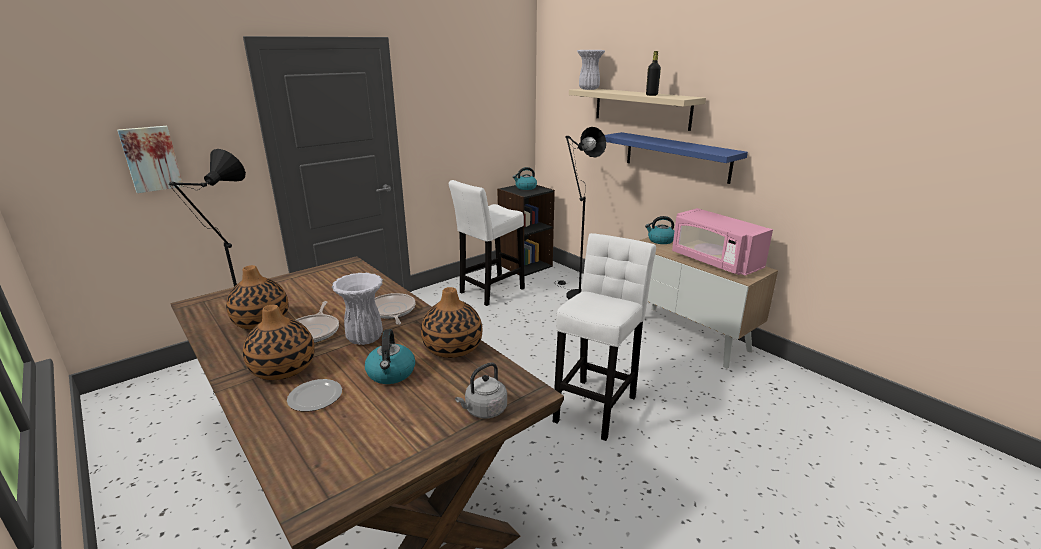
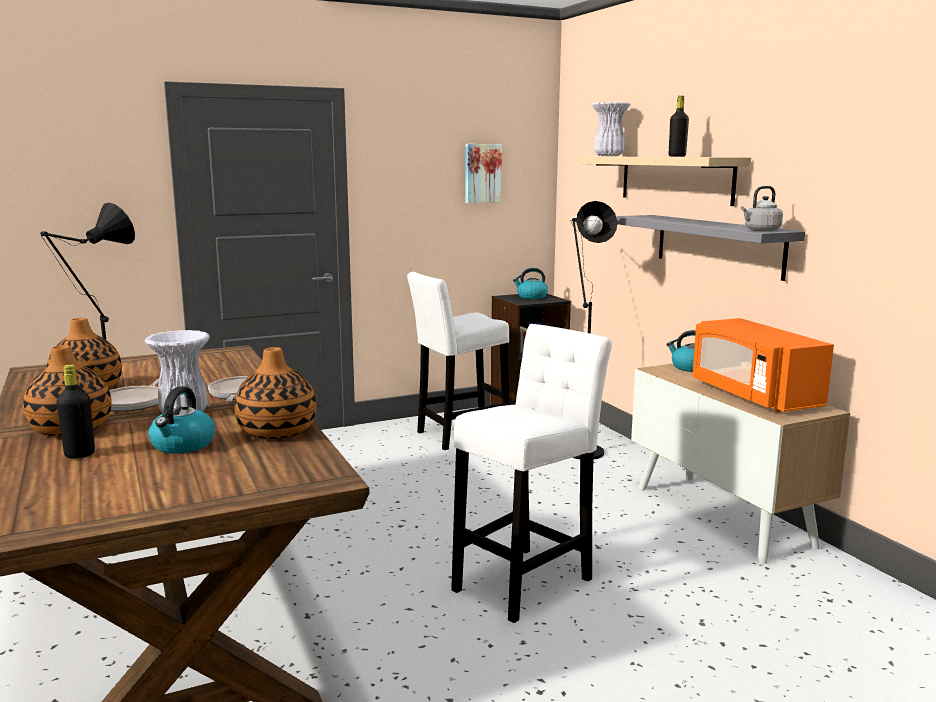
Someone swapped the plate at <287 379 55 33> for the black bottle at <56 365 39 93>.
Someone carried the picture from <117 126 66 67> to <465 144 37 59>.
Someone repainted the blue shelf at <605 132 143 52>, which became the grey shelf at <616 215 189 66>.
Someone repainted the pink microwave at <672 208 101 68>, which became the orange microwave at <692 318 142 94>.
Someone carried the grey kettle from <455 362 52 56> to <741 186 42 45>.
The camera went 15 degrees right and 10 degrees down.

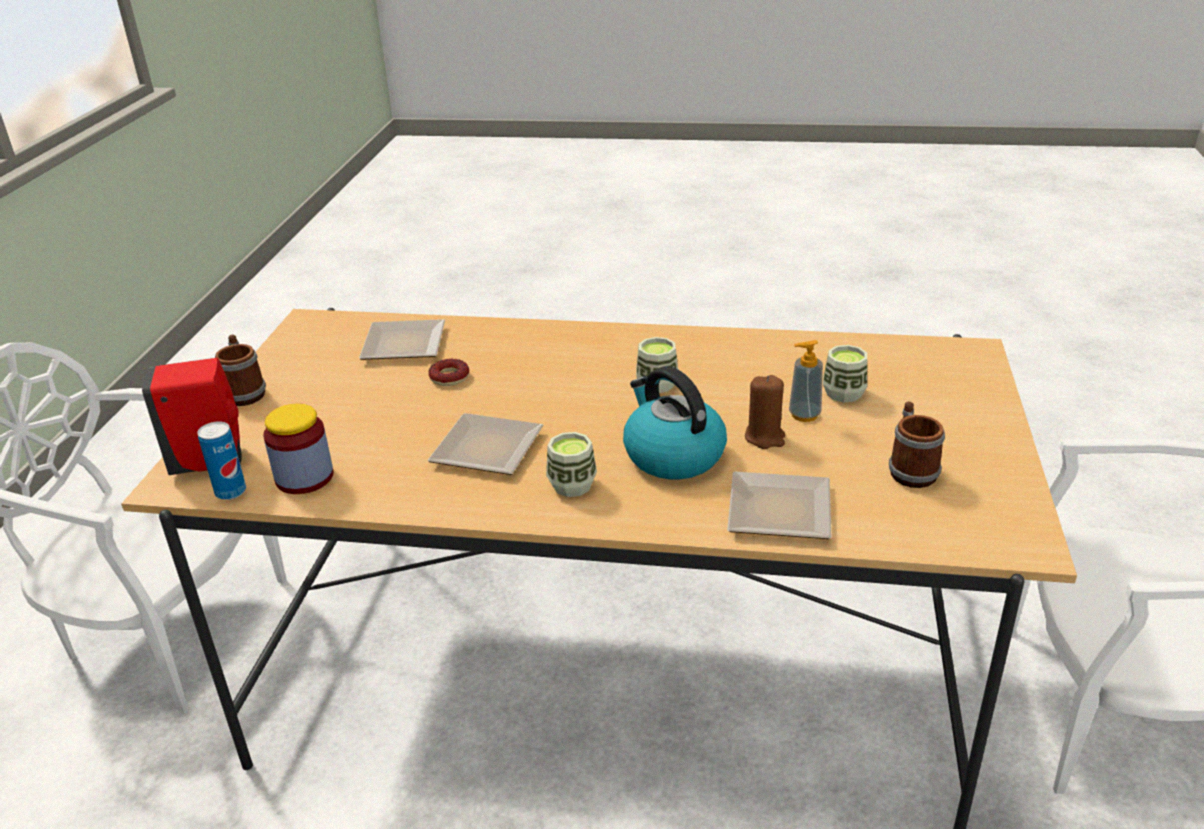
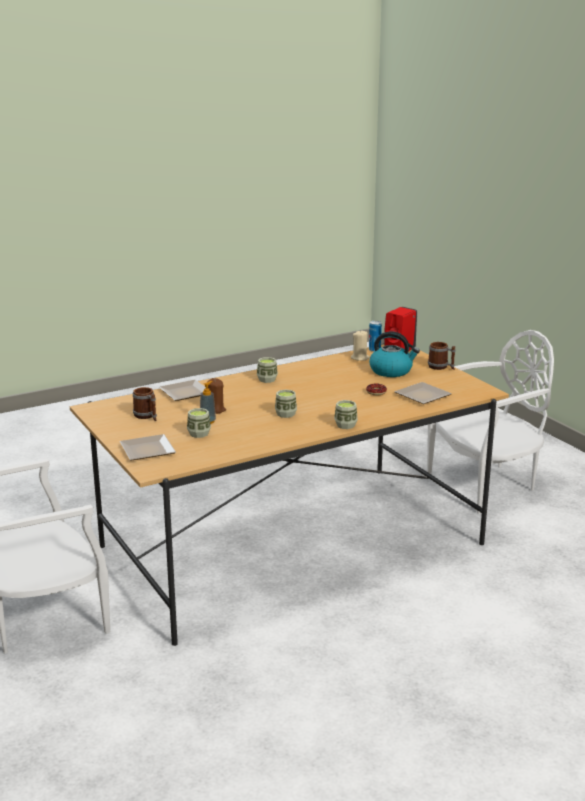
Someone carried the plate from <428 413 115 62> to <120 434 56 26>.
Someone put down the cup at <334 400 24 29>.
Someone swapped the jar at <263 404 71 90> for the beige candle at <351 330 19 31>.
Someone carried the kettle from <623 366 104 113> to <369 331 51 46>.
The camera went 140 degrees right and 10 degrees down.

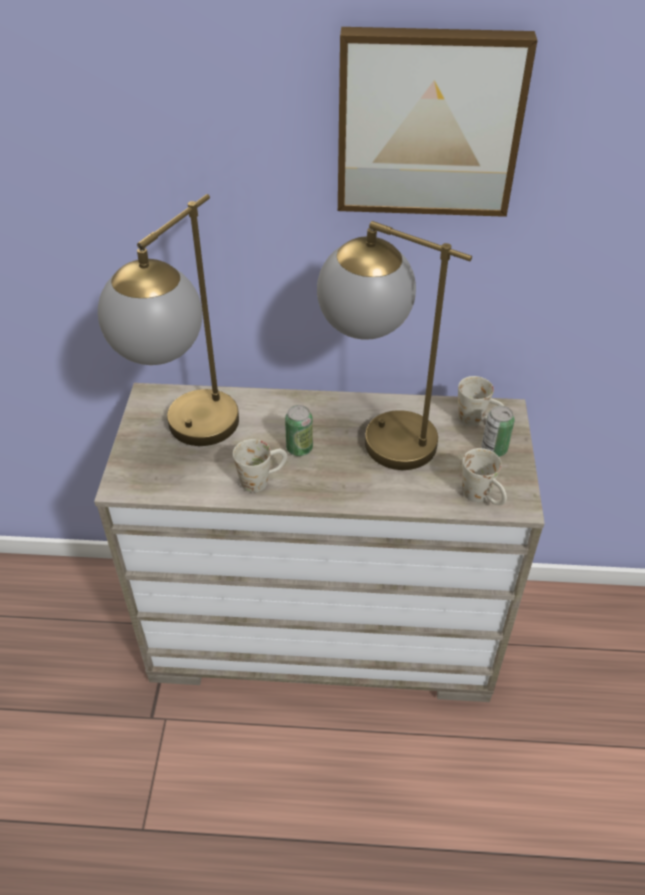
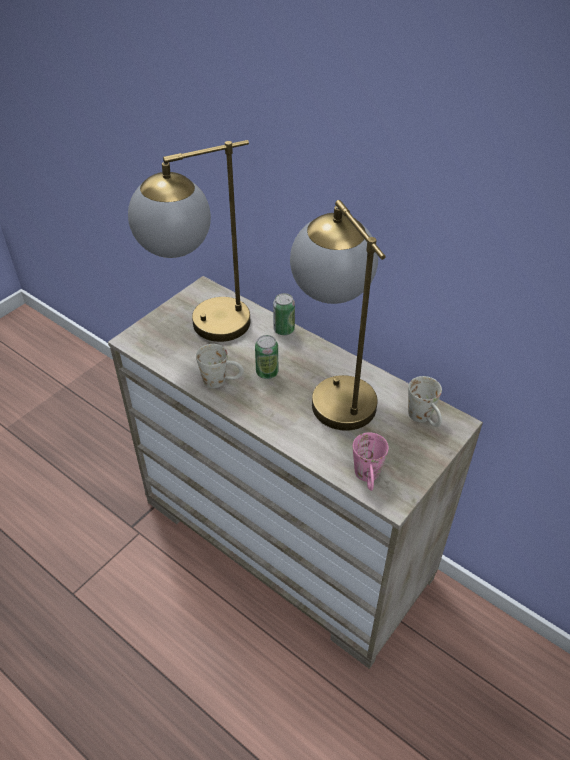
Someone carried the can from <481 406 34 51> to <273 293 22 42>.
Someone repainted the white mug at <462 448 45 57>, which became the pink mug at <353 432 36 59>.
Someone took away the picture at <338 27 200 190>.
The camera went 35 degrees right and 0 degrees up.

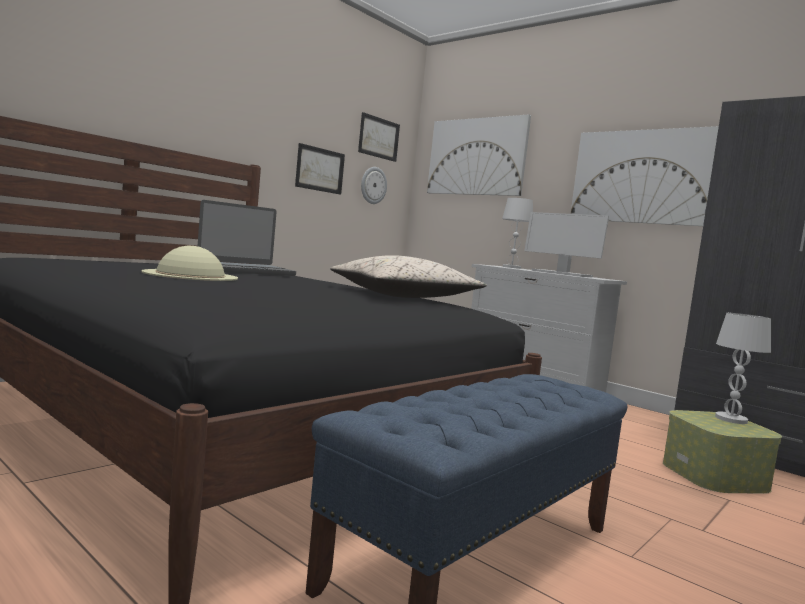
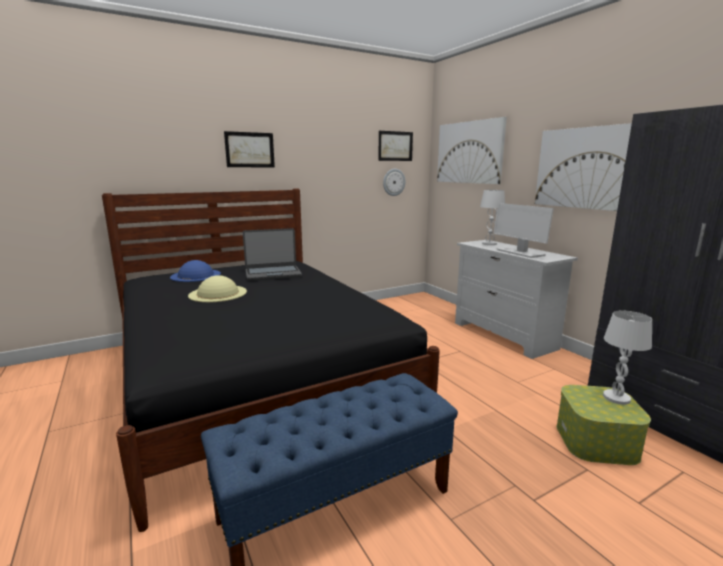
Someone put down the blue hat at <170 260 51 22>.
Someone carried the picture from <295 143 50 52> to <224 131 51 36>.
Someone took away the beige pillow at <330 255 157 43>.
The camera went 20 degrees right and 10 degrees up.

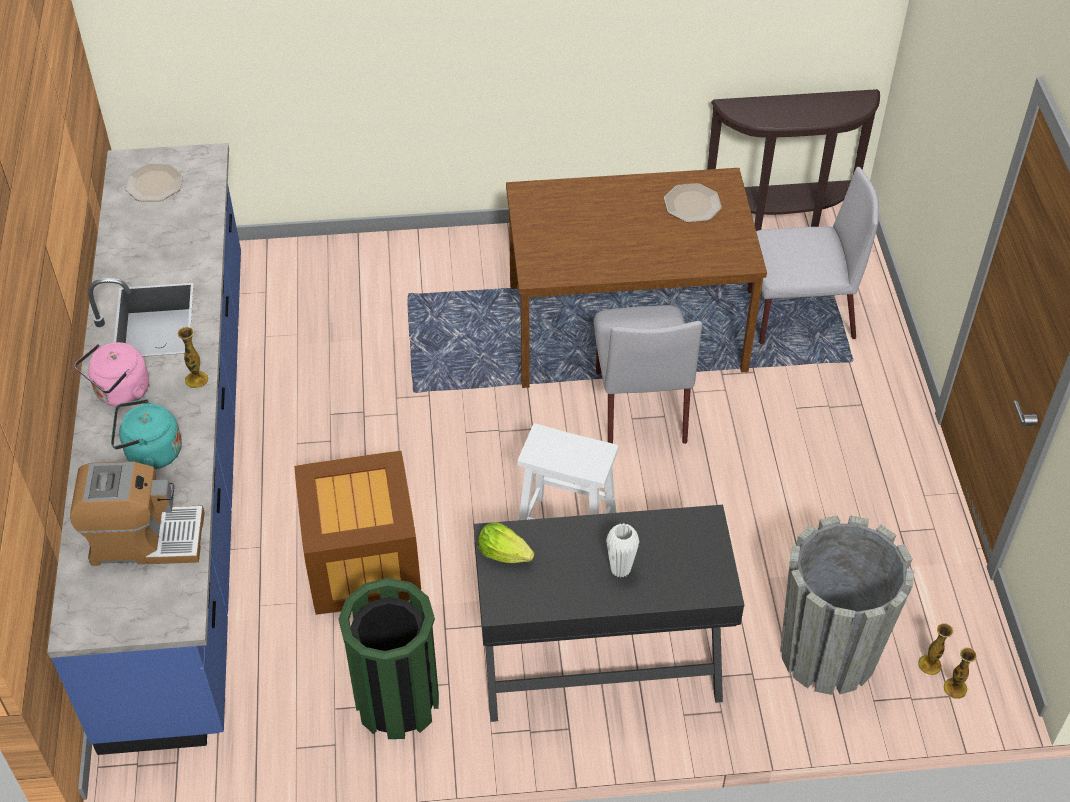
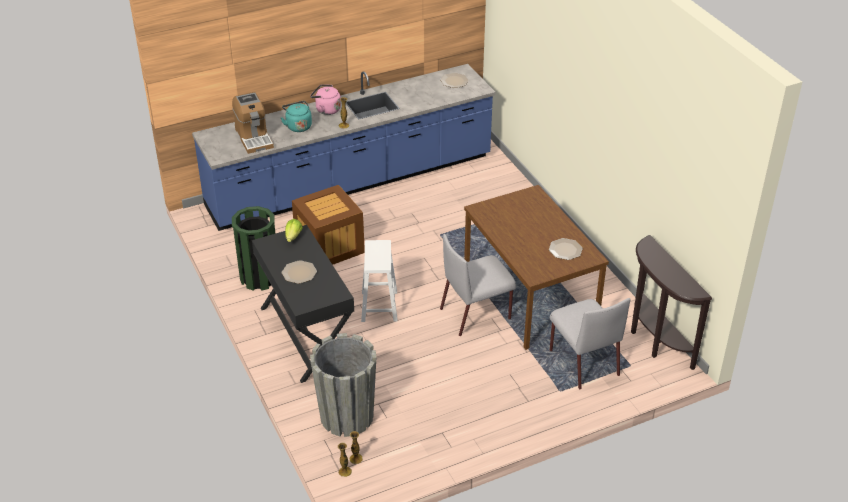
Someone swapped the white vase at <606 523 33 55> for the plate at <282 260 35 24>.
The camera went 70 degrees right and 10 degrees down.

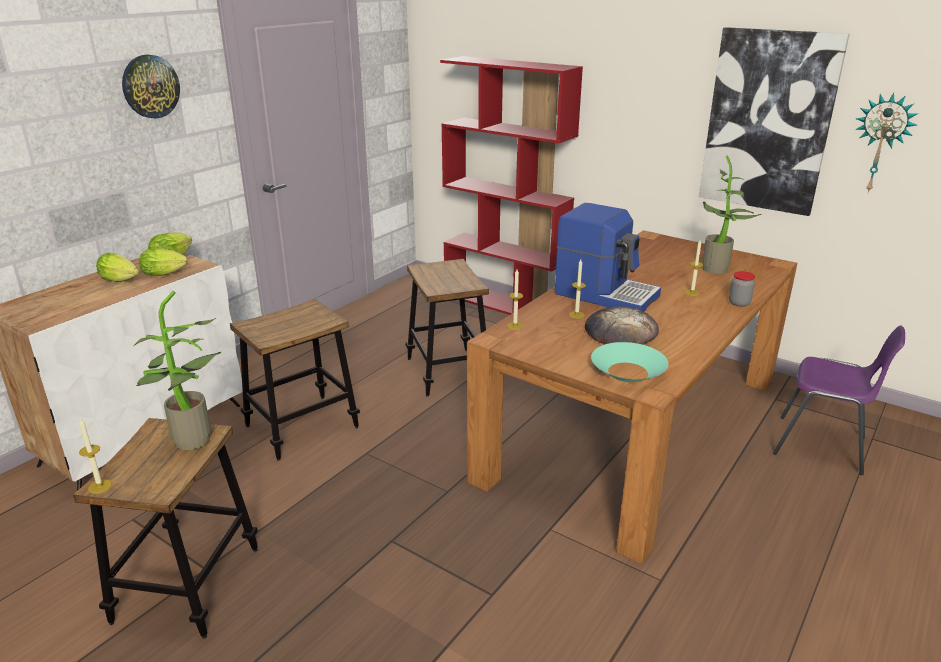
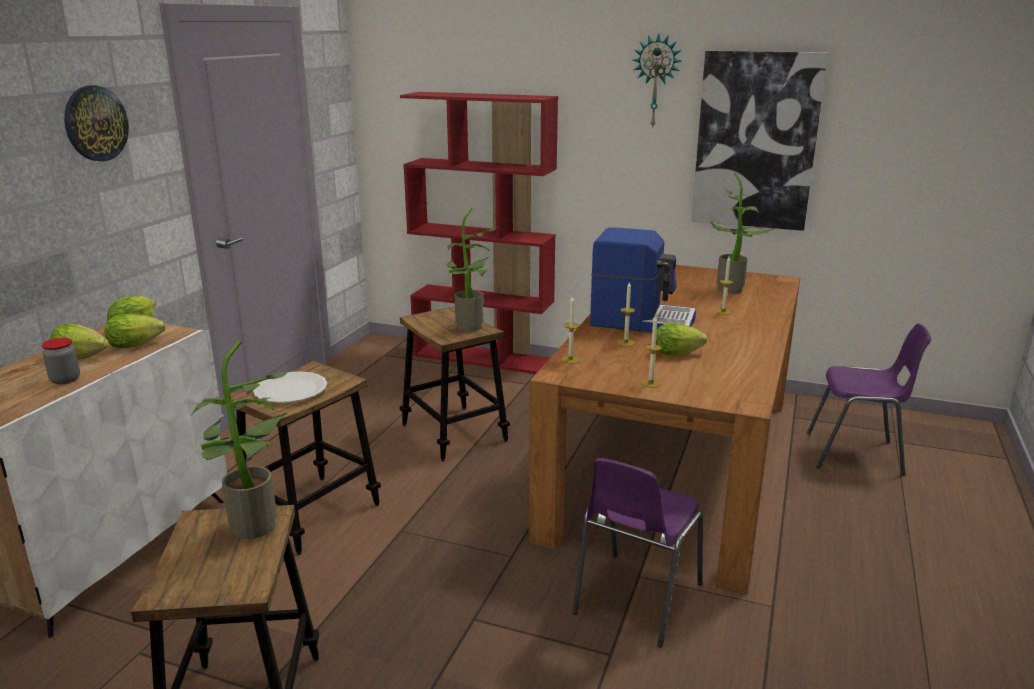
Someone carried the jar from <729 271 26 36> to <42 338 38 46>.
Someone put down the white plate at <253 371 74 32>.
Someone put down the potted plant at <446 208 51 123>.
Someone put down the purple chair at <572 458 131 190>.
Someone carried the wall clock from <855 93 62 100> to <633 33 49 96>.
Someone carried the candle from <79 418 33 76> to <641 315 21 73>.
Someone swapped the bread at <585 307 74 38> for the lettuce at <656 323 51 32>.
Someone took away the turquoise bowl at <591 342 78 40>.
The camera went 15 degrees left and 5 degrees down.

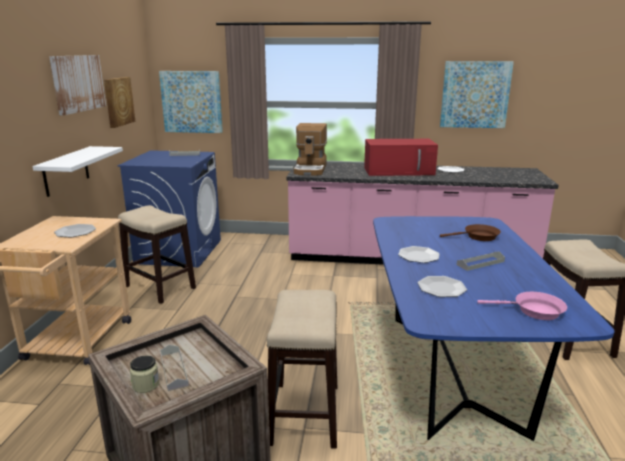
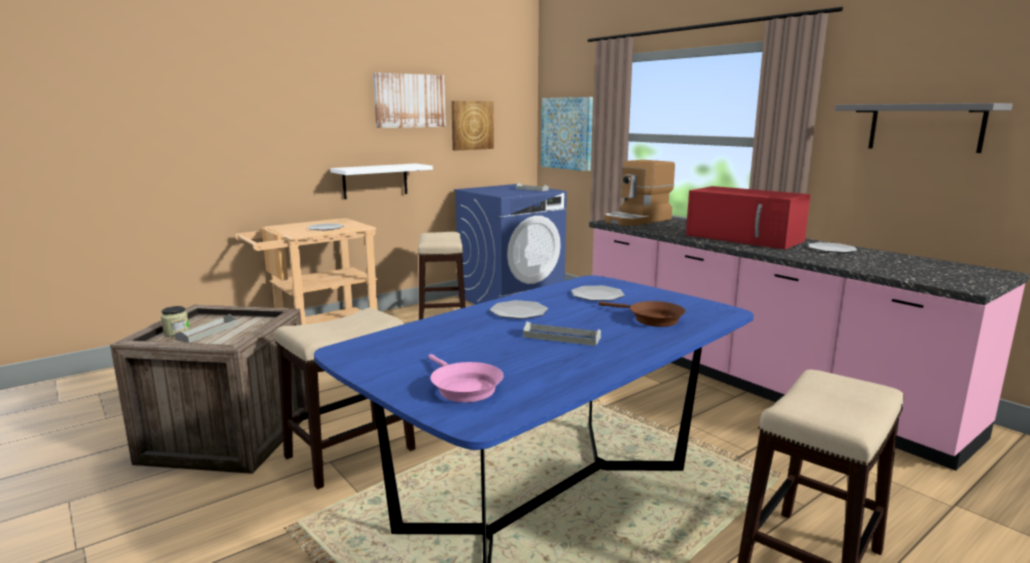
Someone carried the plate from <418 276 49 21> to <571 286 53 15>.
Someone swapped the picture at <440 61 74 67> for the grey shelf at <835 103 178 50>.
The camera went 45 degrees right and 5 degrees down.

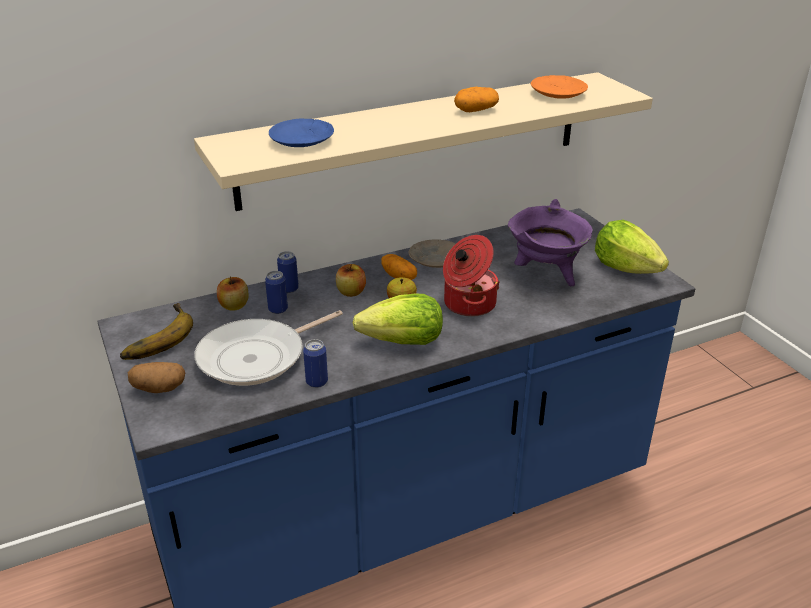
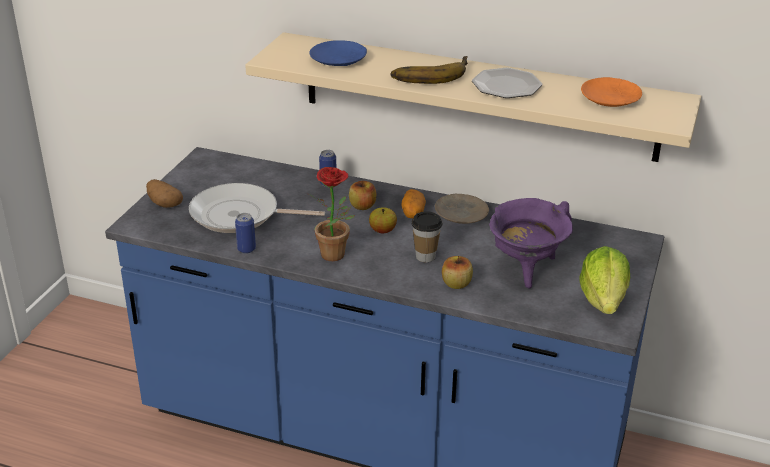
Someone swapped the lettuce at <353 294 90 51> for the potted plant at <309 167 46 94>.
Someone carried the banana from <120 303 73 57> to <390 56 78 28>.
Someone swapped the cooking pot at <443 235 57 82> for the cup at <411 211 32 51>.
Someone carried the apple from <217 276 32 35> to <442 256 31 33>.
Someone swapped the potato at <454 87 45 25> for the plate at <472 68 70 30>.
Someone took away the can at <265 271 23 43>.
The camera went 45 degrees right and 0 degrees up.

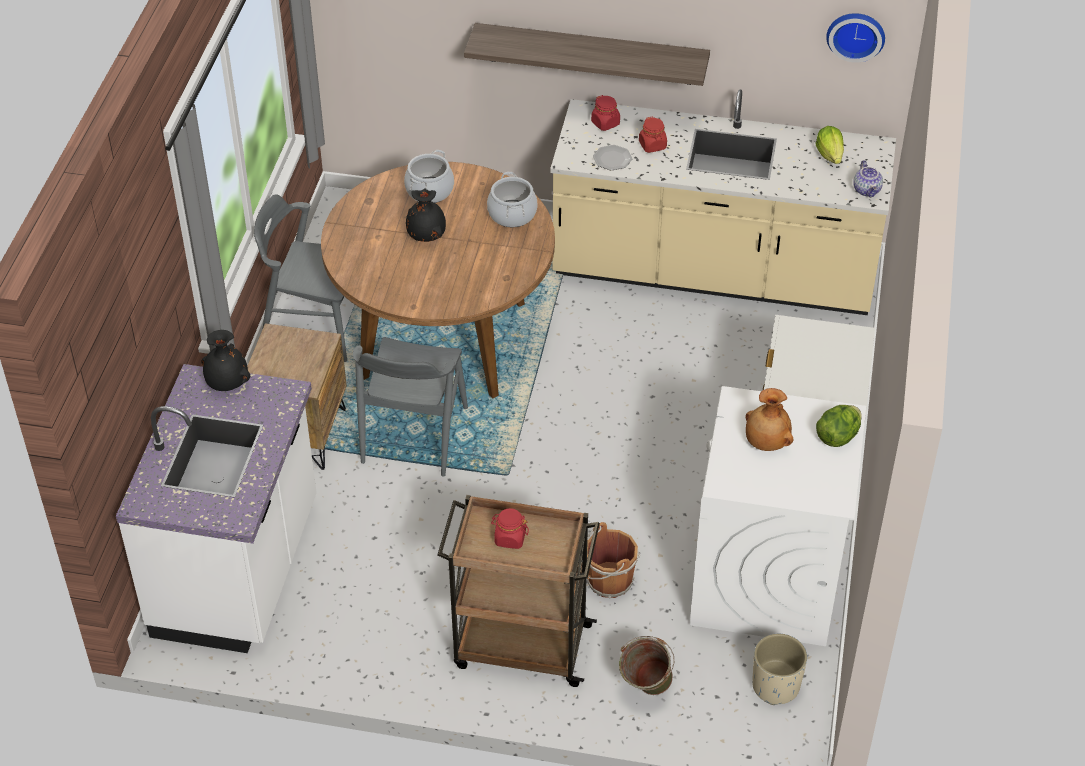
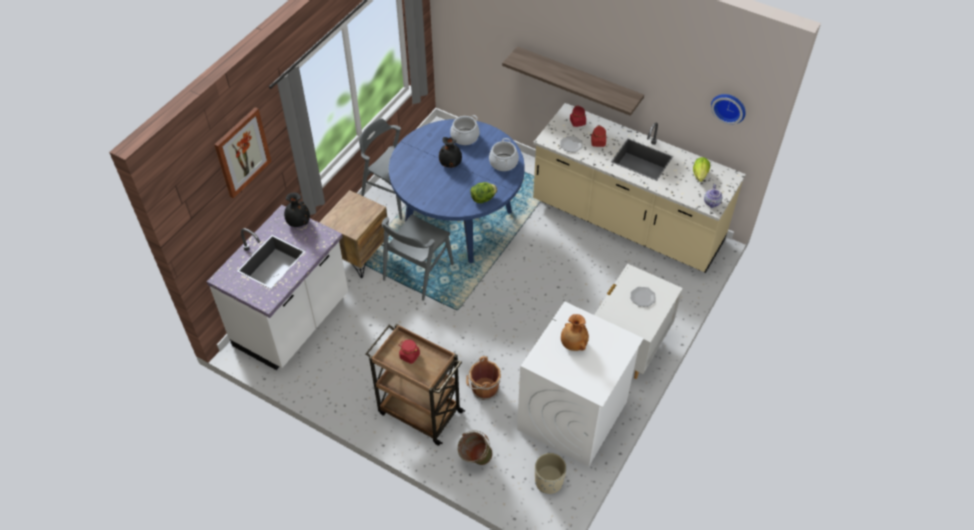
Someone put up the picture at <214 107 58 92>.
Someone repainted the brown dining table at <321 162 234 237>, which became the blue dining table at <389 119 136 144>.
Someone carried the lettuce from <816 405 46 42> to <470 182 27 21>.
Someone put down the plate at <631 287 24 20>.
The camera went 20 degrees right and 5 degrees up.

